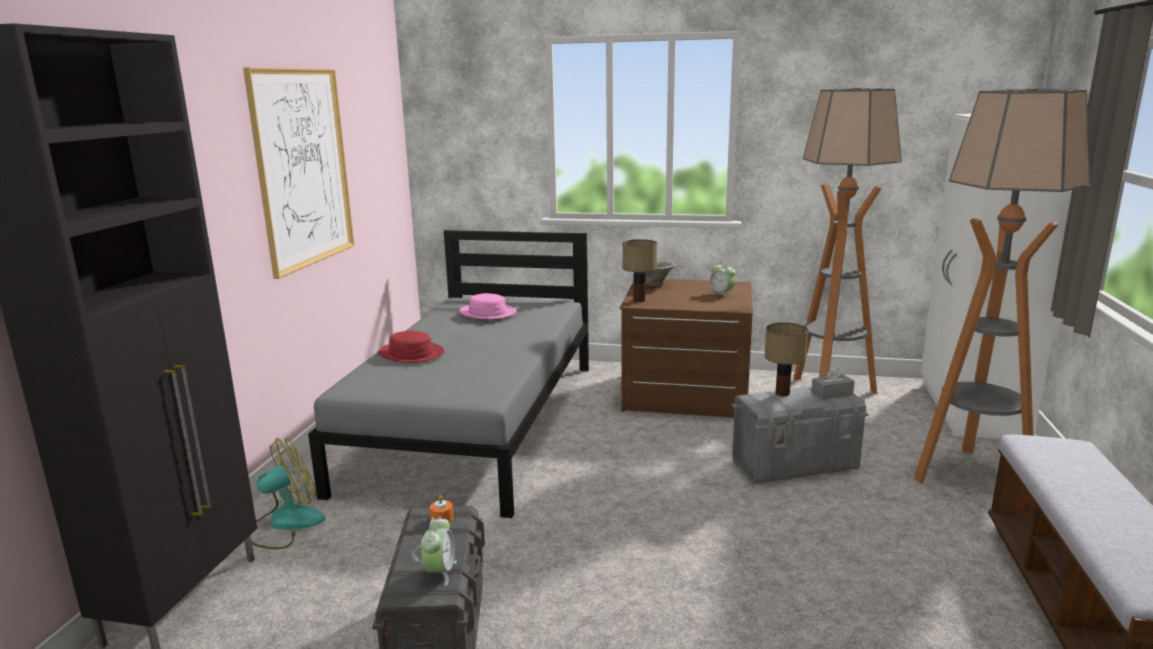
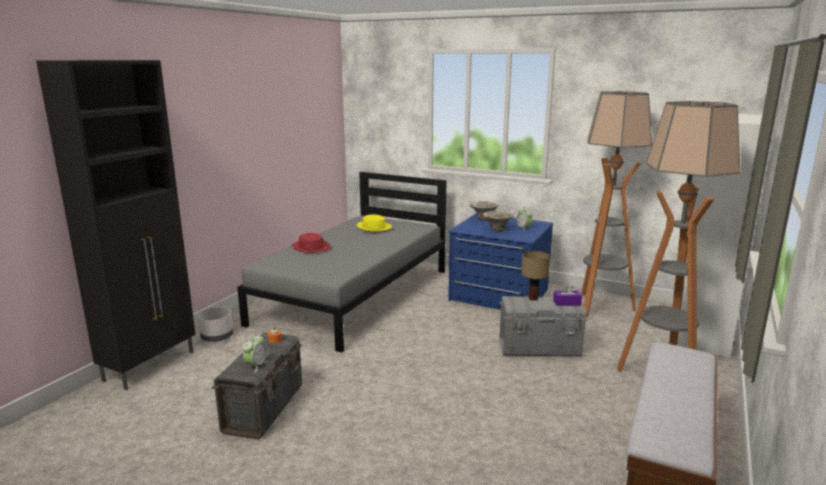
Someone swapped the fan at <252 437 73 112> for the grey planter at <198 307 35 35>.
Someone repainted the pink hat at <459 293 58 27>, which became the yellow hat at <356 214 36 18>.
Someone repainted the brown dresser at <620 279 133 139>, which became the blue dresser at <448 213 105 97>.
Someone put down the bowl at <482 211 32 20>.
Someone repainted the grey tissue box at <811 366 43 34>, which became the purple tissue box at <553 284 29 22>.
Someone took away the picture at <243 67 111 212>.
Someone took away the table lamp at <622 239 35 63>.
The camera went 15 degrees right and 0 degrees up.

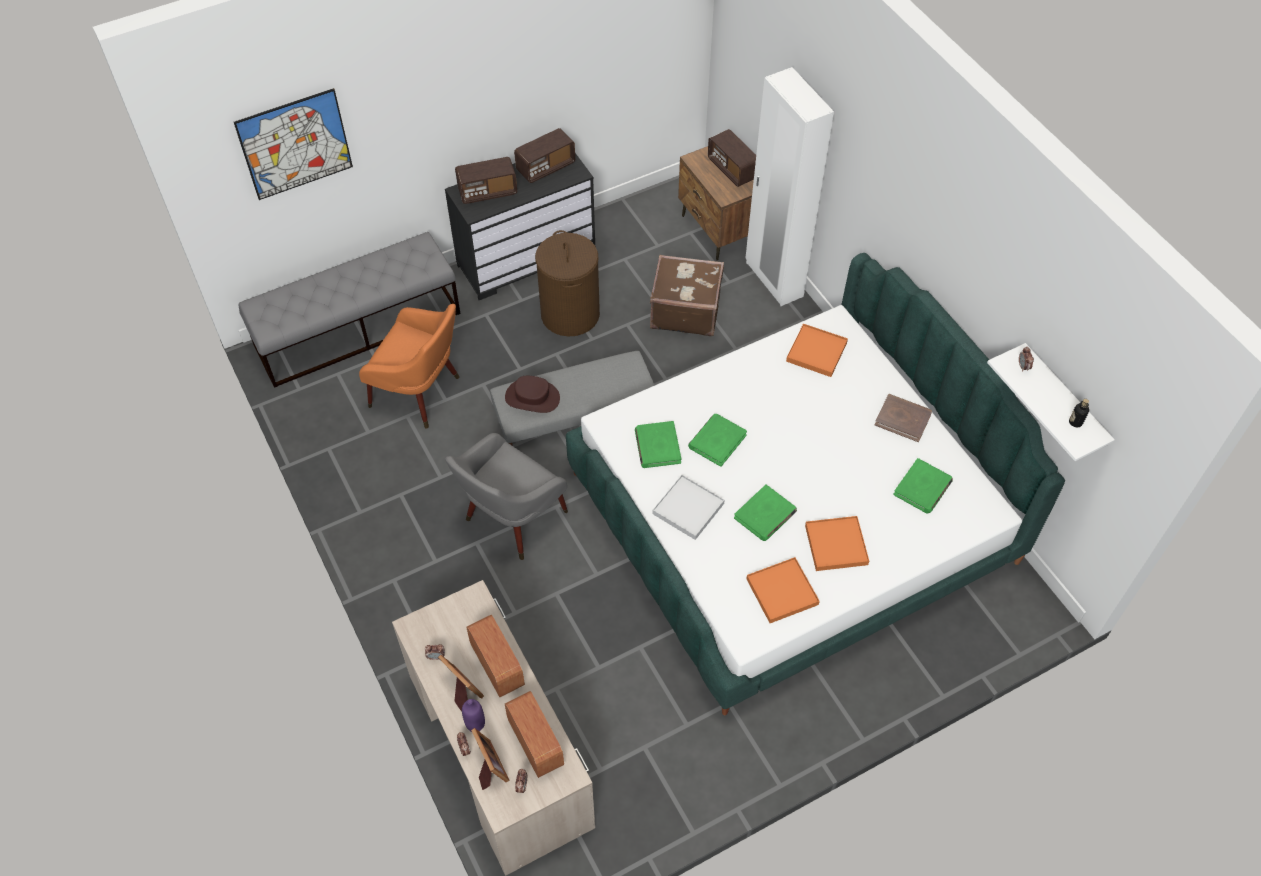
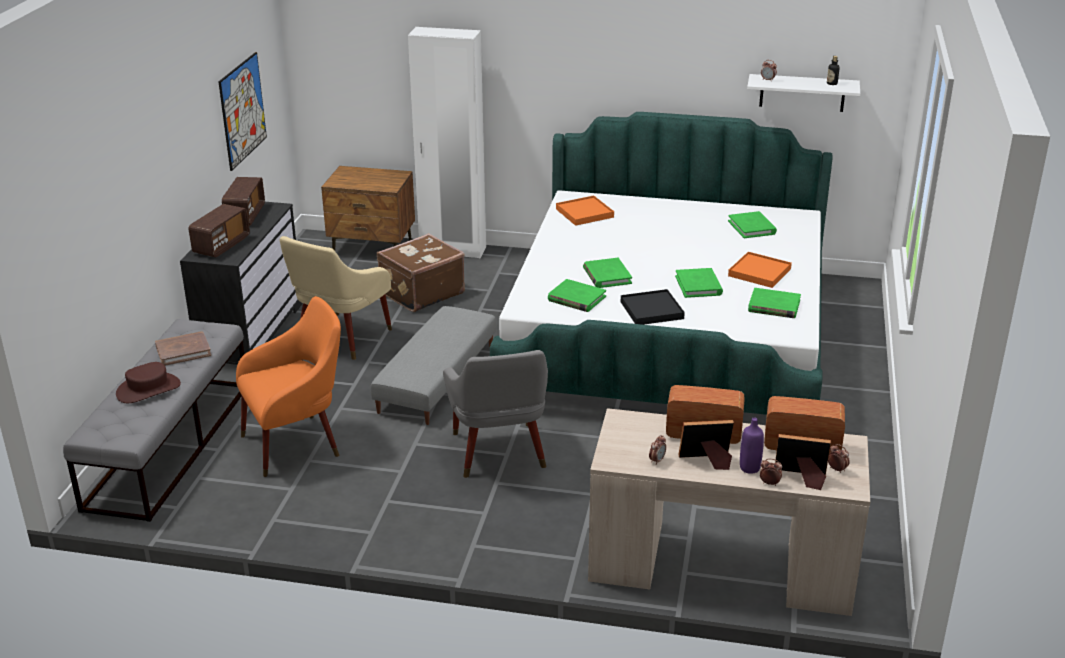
Someone carried the brown hat from <505 376 55 37> to <116 362 65 41>.
Someone carried the brown book from <875 394 57 48> to <155 331 56 35>.
Someone carried the picture from <234 88 119 112> to <218 52 49 119>.
Someone swapped the brown laundry basket at <535 230 65 106> for the beige armchair at <279 236 113 124>.
Someone repainted the white tray at <652 475 72 65>, which became the black tray at <621 289 64 36>.
Someone swapped the orange tray at <746 557 74 66> for the green book at <748 288 53 30>.
Someone took away the radio at <708 129 48 58>.
The camera went 50 degrees left and 25 degrees down.

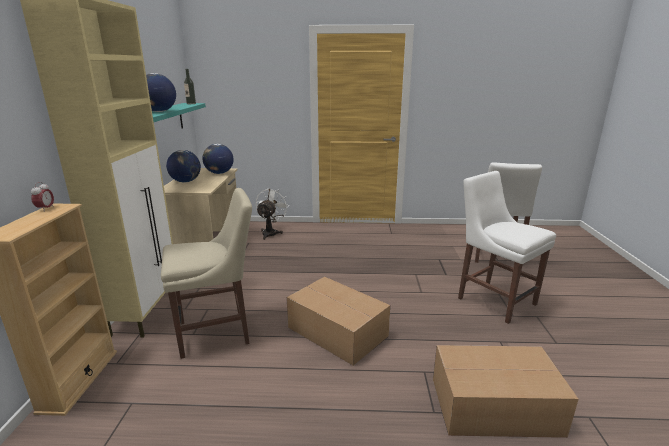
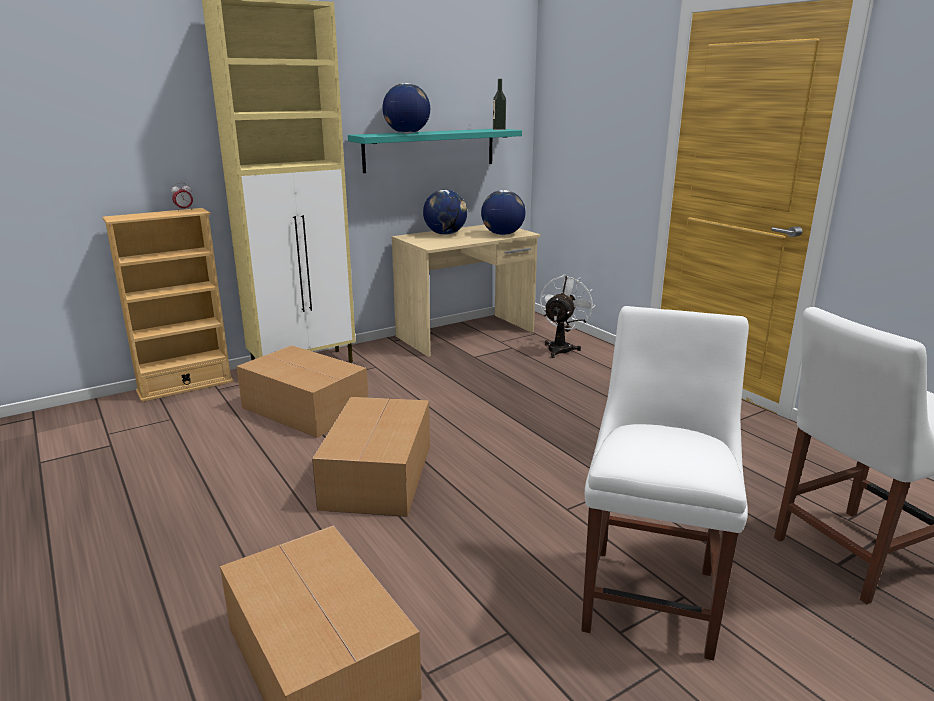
Someone swapped the beige chair at <161 188 91 171> for the cardboard box at <237 345 131 93>.
Someone rotated the white fan at <256 188 33 52> by 45 degrees counterclockwise.
The camera went 55 degrees right and 0 degrees up.

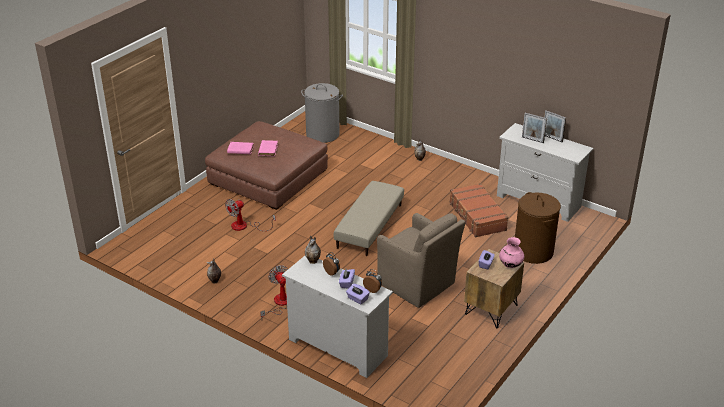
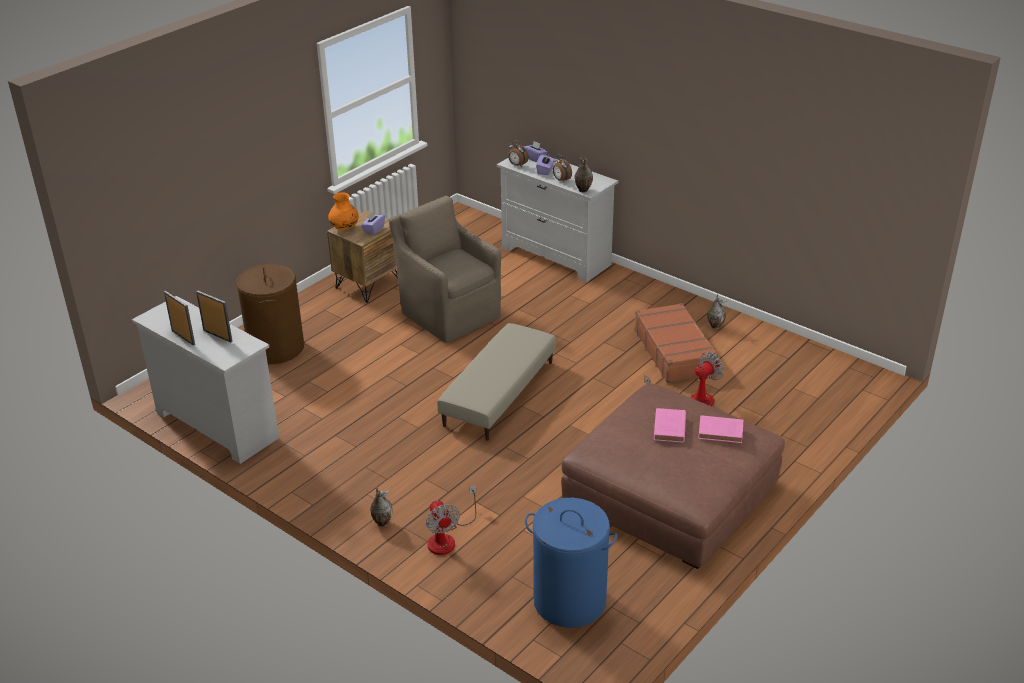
Someone repainted the pink vase at <499 237 25 31>, which became the orange vase at <328 192 31 38>.
Someone carried the fan from <260 265 28 52> to <426 484 50 71>.
Someone repainted the grey laundry basket at <301 83 42 60>, which became the blue laundry basket at <525 498 92 130>.
Someone carried the brown suitcase from <449 183 59 54> to <635 303 83 80>.
The camera went 175 degrees left and 0 degrees up.

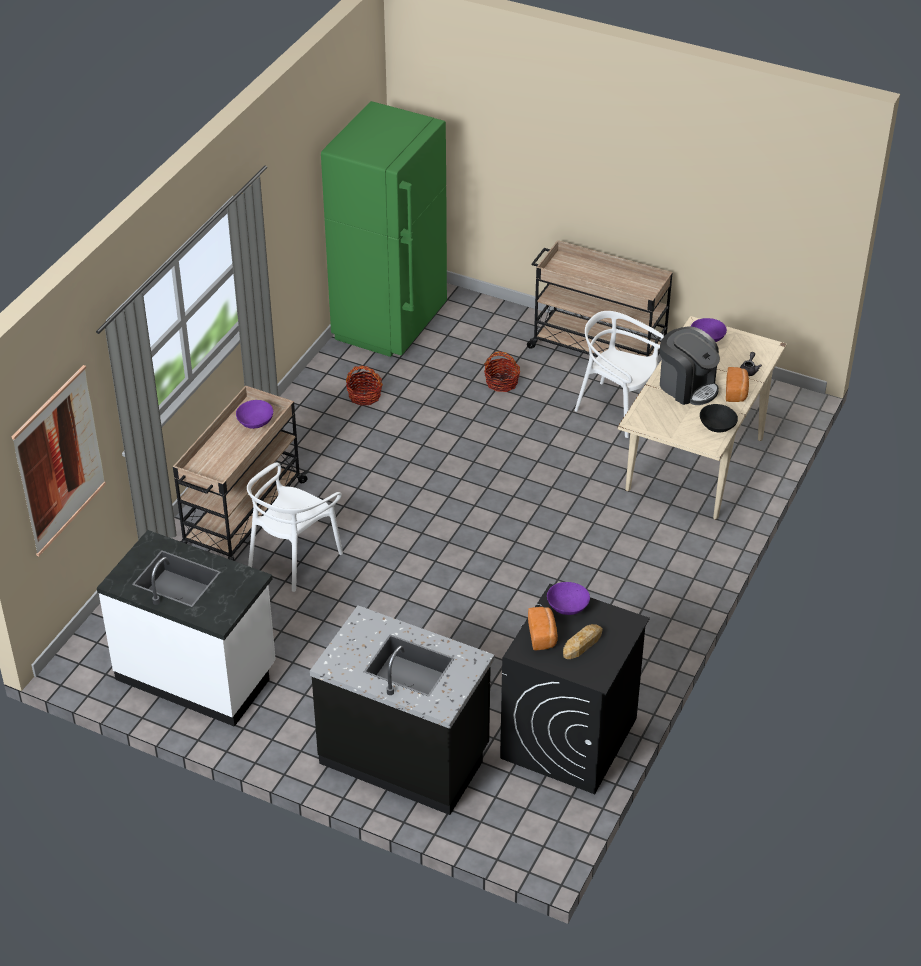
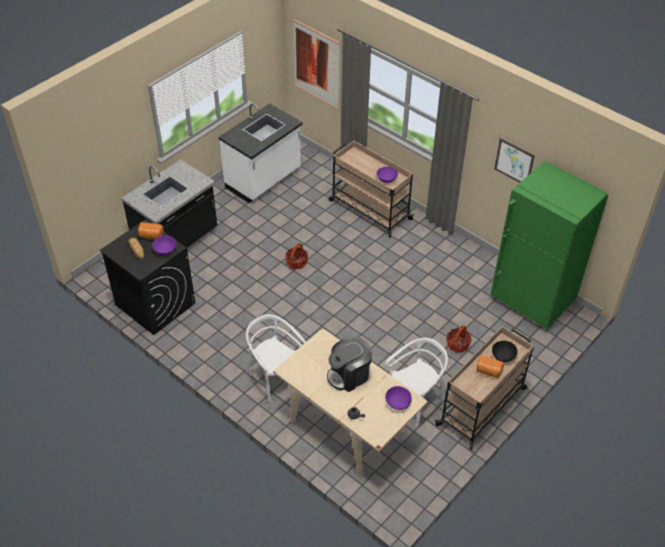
Someone carried the white chair from <247 463 96 129> to <246 314 60 88>.
Someone carried the basket from <346 365 37 41> to <285 244 23 25>.
Someone carried the bread from <726 367 23 35> to <476 355 28 22>.
Someone carried the black bowl from <700 404 38 28> to <492 341 26 21>.
Someone put up the picture at <494 138 41 45>.
The camera went 105 degrees right and 5 degrees up.

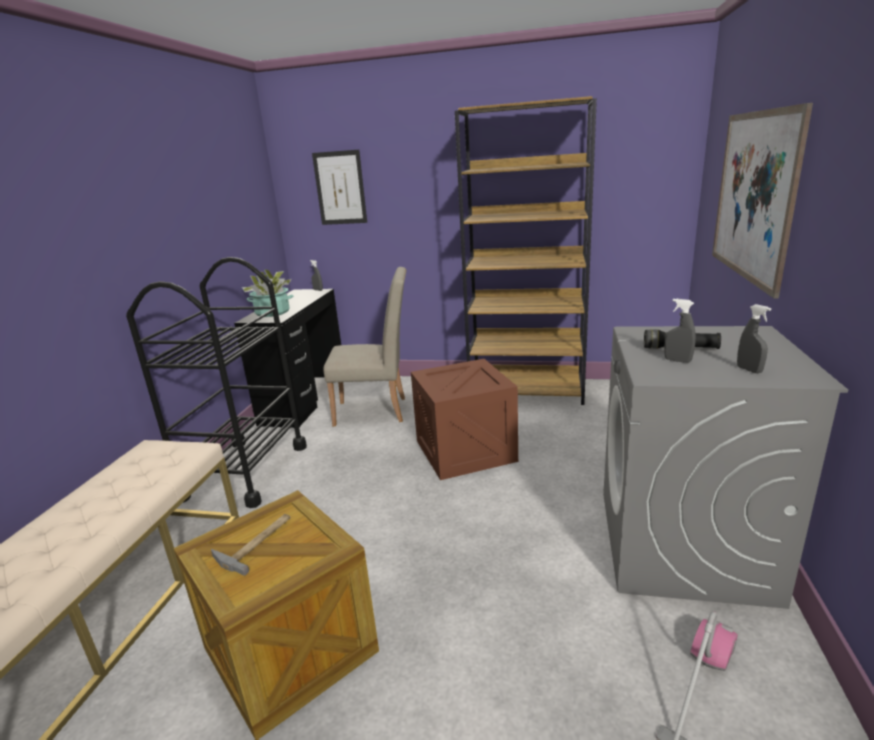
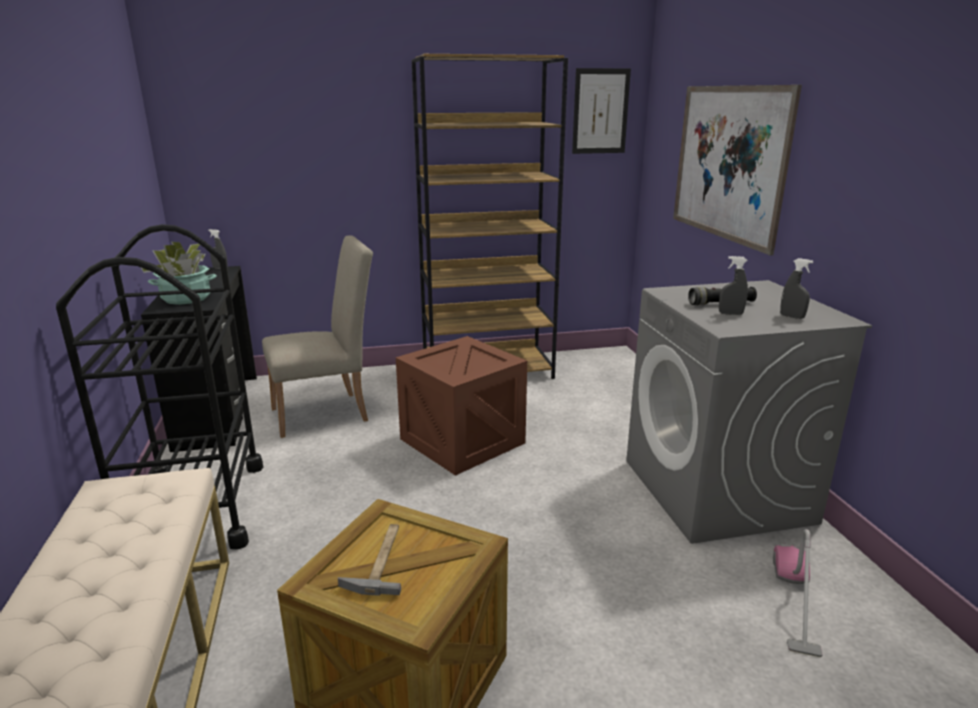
Someone carried the picture from <312 150 55 75> to <572 68 59 86>.
The camera went 25 degrees left and 0 degrees up.

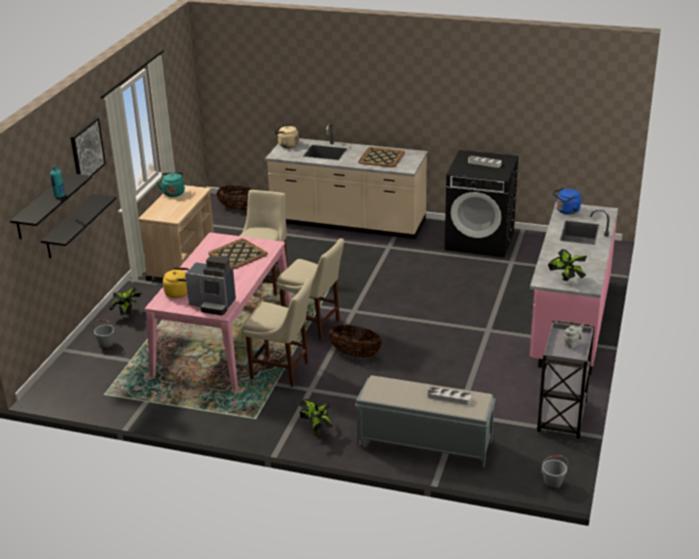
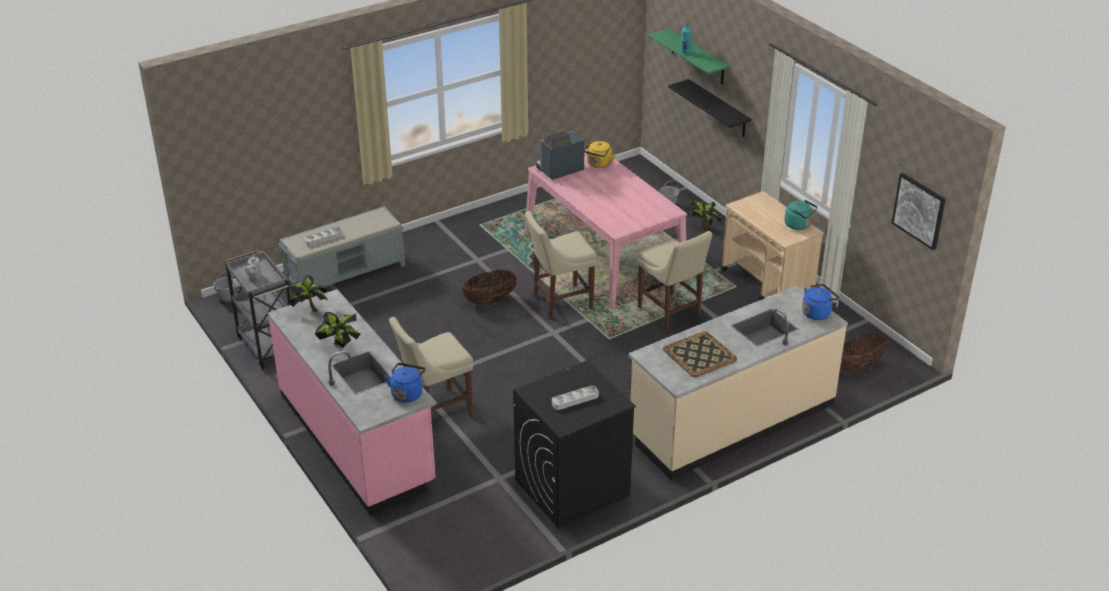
Someone carried the potted plant from <299 399 34 38> to <315 312 45 36>.
Someone carried the beige chair from <243 278 70 109> to <389 317 84 99>.
Someone repainted the black shelf at <10 173 82 67>, which became the green shelf at <648 28 82 56>.
Someone repainted the beige kettle at <274 124 25 24>, which became the blue kettle at <802 284 37 36>.
Someone carried the picture from <71 118 35 58> to <892 173 54 77>.
Someone took away the tray at <208 239 60 30>.
The camera went 130 degrees right and 5 degrees up.

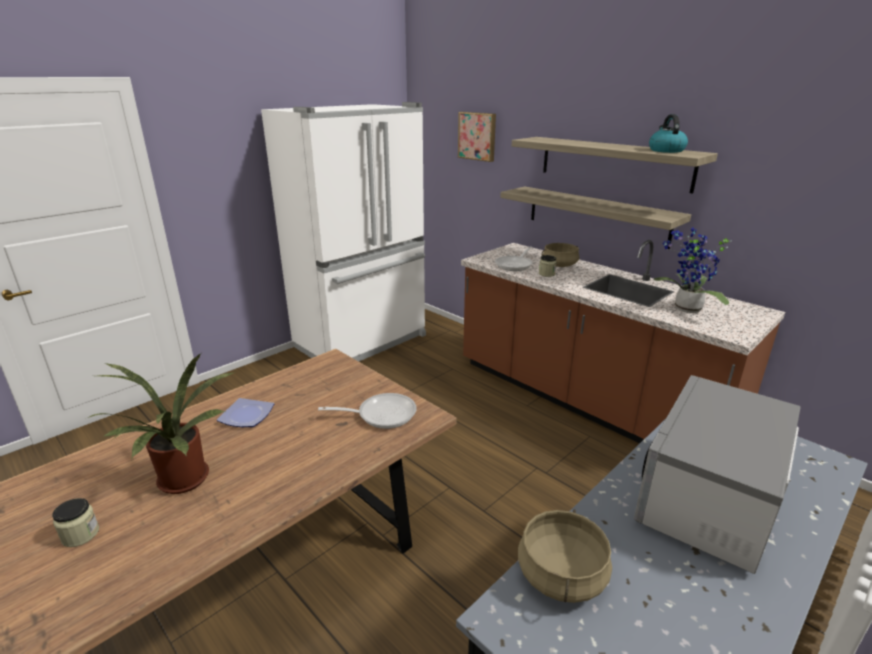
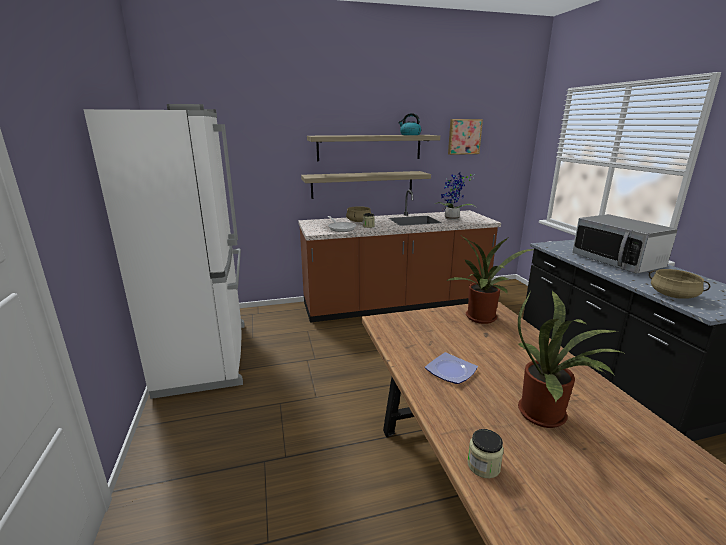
Someone swapped the frying pan at <318 393 98 36> for the potted plant at <446 236 88 88>.
Someone carried the picture from <458 112 38 50> to <448 119 35 36>.
Someone carried the jar from <52 498 47 49> to <467 429 37 49>.
The camera went 60 degrees left and 5 degrees down.

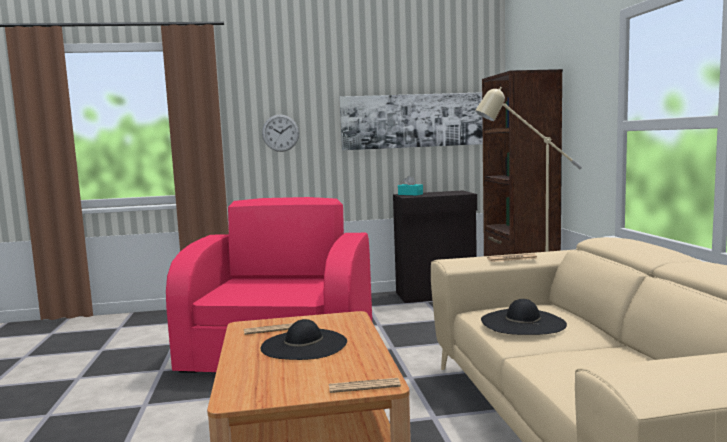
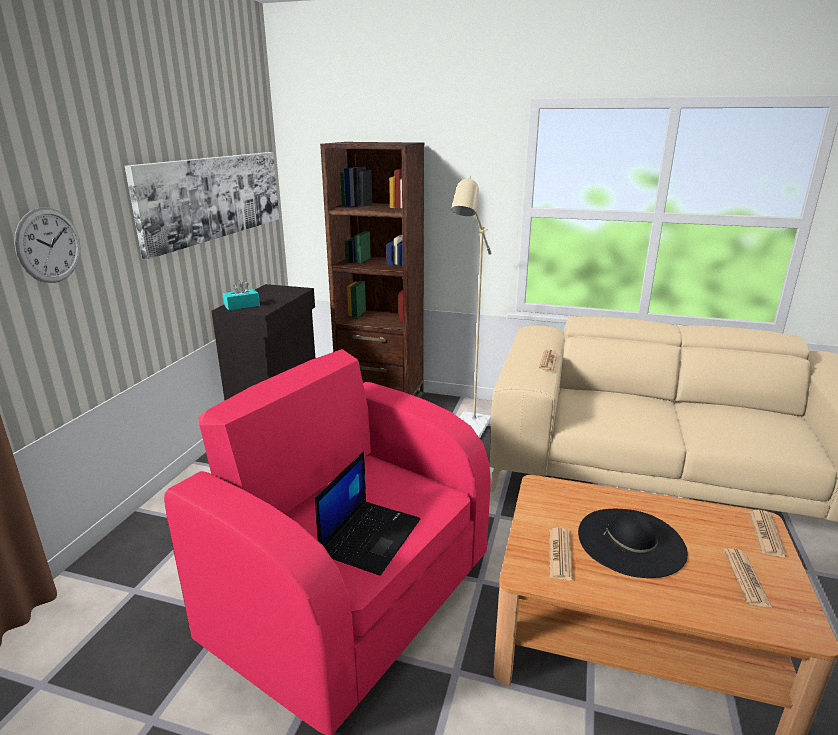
Someone put down the laptop at <315 451 105 125>.
Someone put down the newspaper at <724 548 48 59>.
Someone took away the black hat at <481 299 86 36>.
The camera went 65 degrees left and 15 degrees up.

